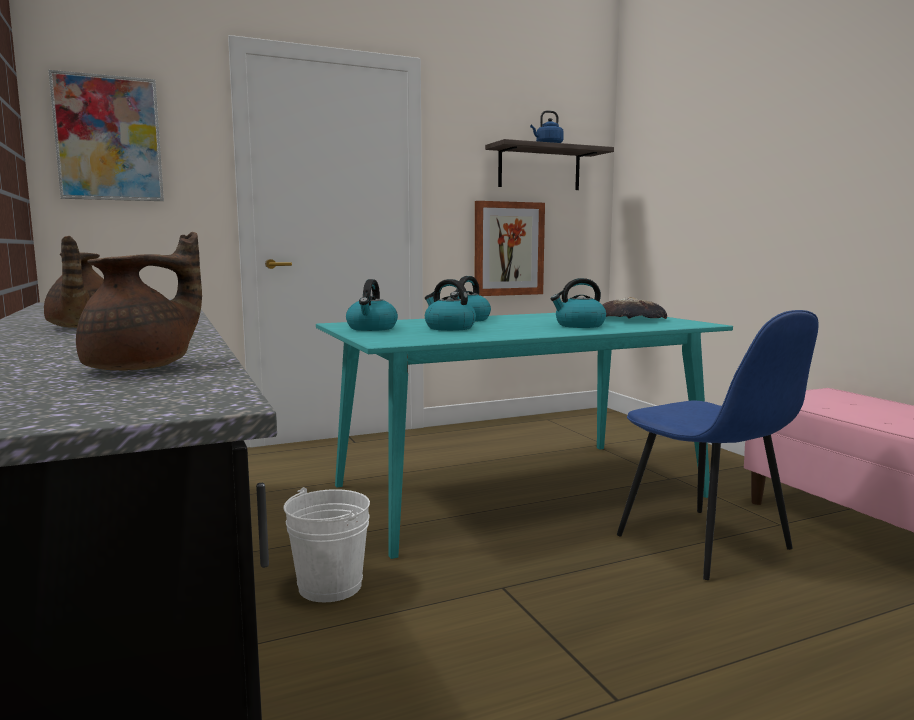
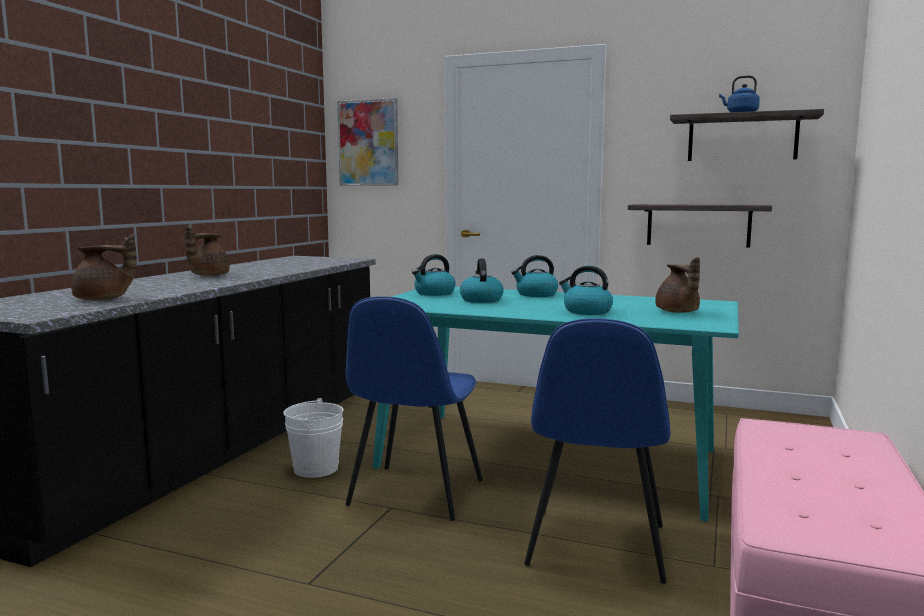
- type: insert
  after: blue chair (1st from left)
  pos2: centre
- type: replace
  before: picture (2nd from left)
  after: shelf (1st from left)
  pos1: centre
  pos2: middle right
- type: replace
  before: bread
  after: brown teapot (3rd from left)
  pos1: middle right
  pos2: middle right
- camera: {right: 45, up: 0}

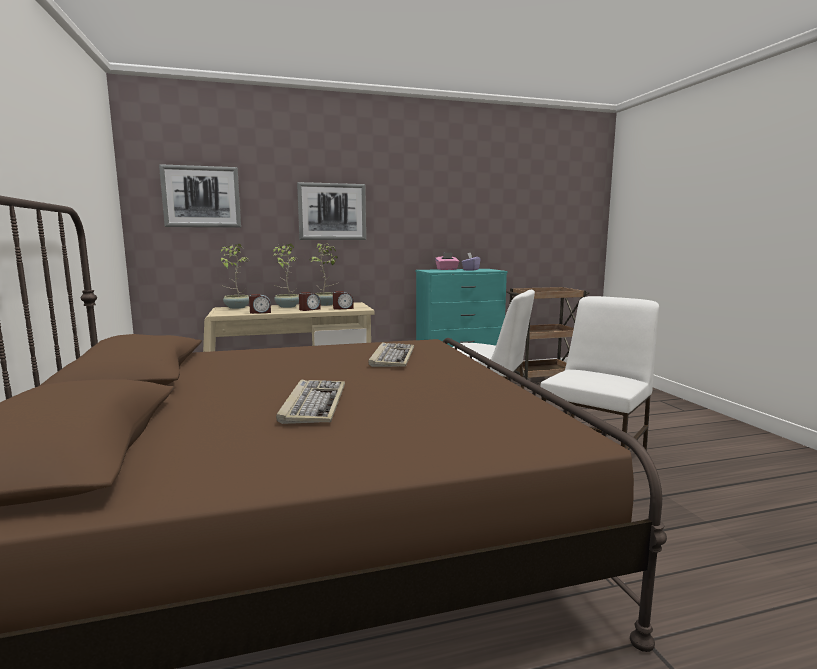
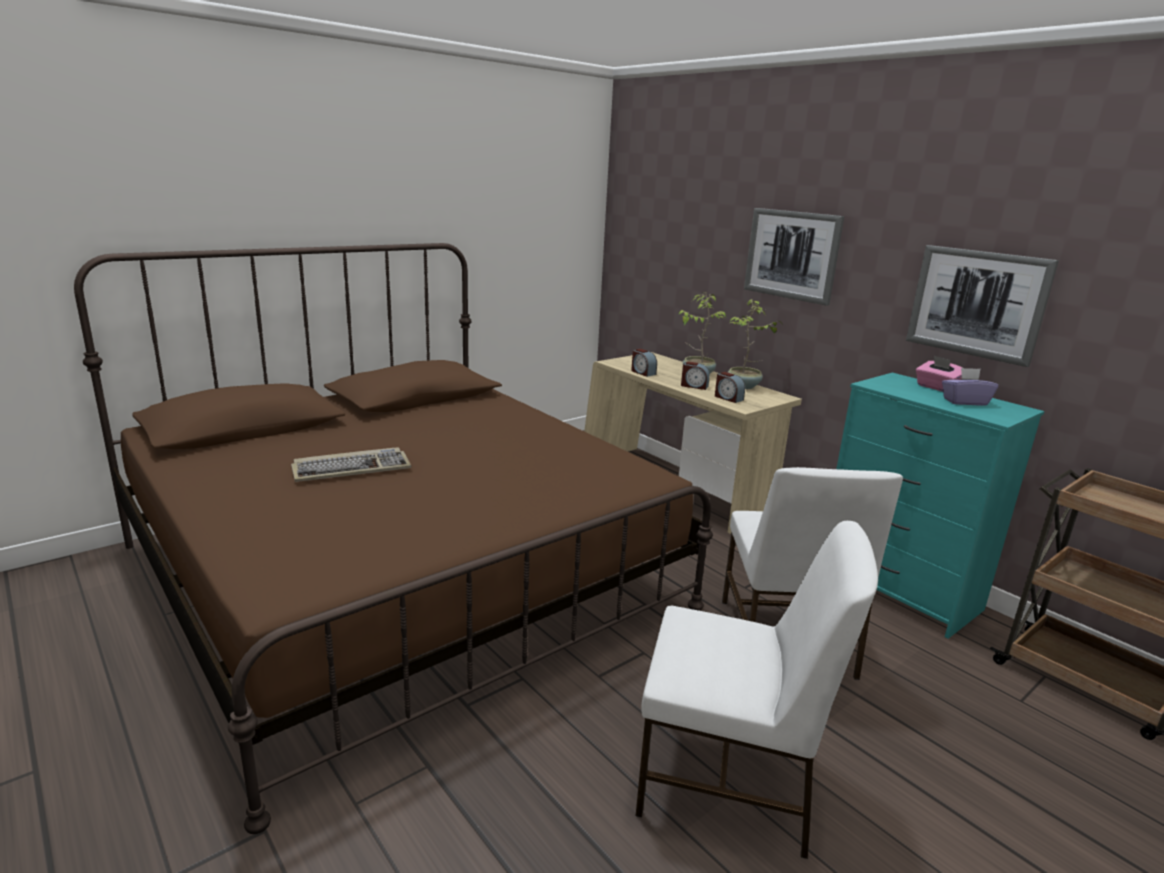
- type: delete
  before: potted plant (1st from left)
  pos1: middle left
- type: delete
  before: keyboard (2nd from left)
  pos1: centre
- type: move
  before: picture (1st from left in the first image)
  after: picture (2nd from left)
  pos1: top left
  pos2: middle right
- camera: {right: 65, up: 10}

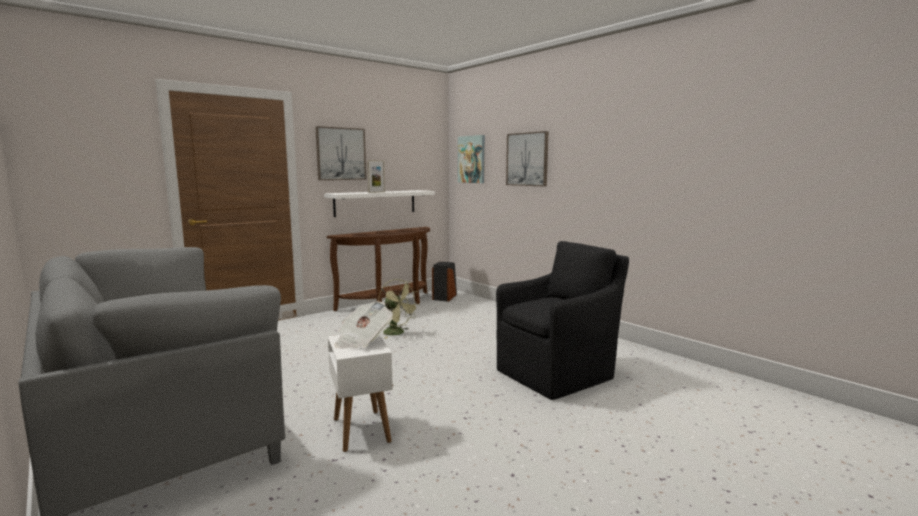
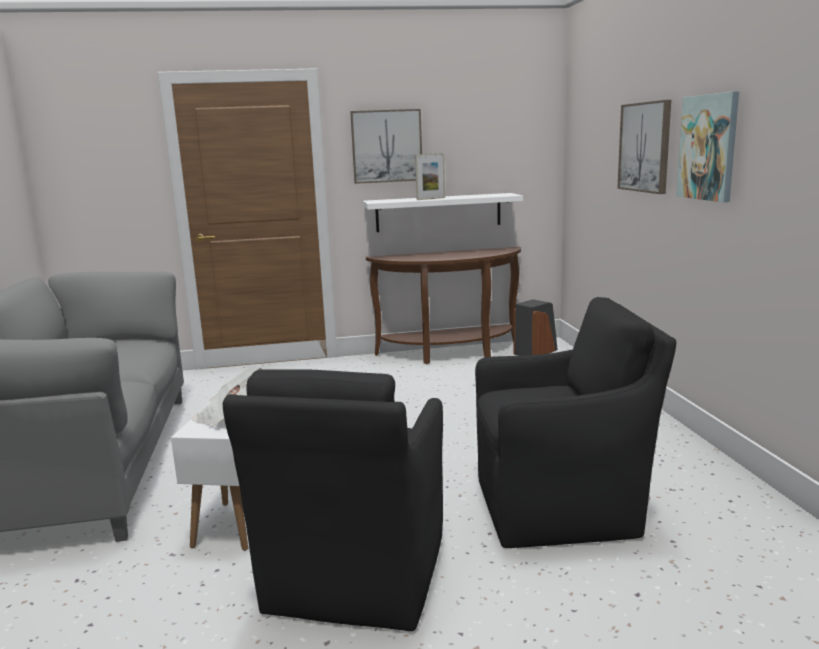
- type: delete
  before: green fan
  pos1: centre
- type: insert
  after: black armchair (1st from left)
  pos2: bottom centre
- type: move
  before: picture (2nd from left in the first image)
  after: picture (3rd from left)
  pos1: top centre
  pos2: top right
- camera: {right: 30, up: 5}

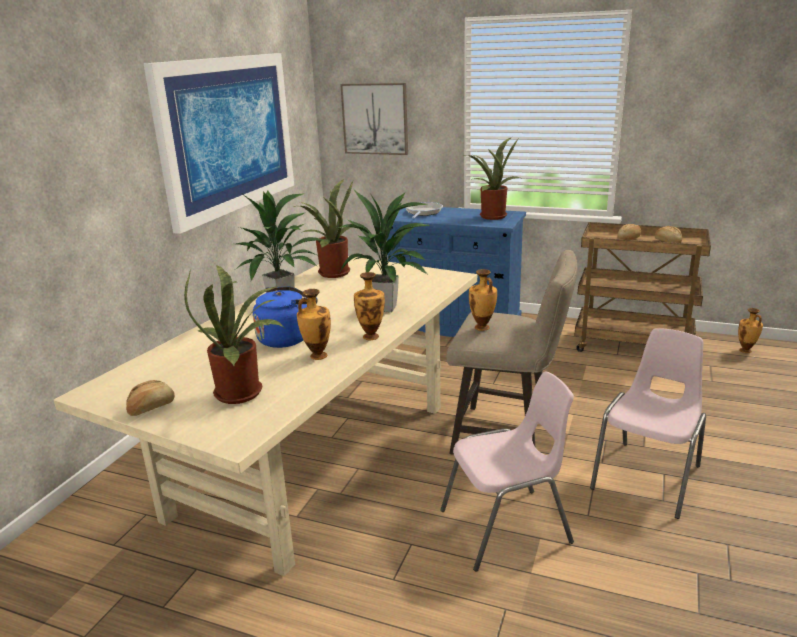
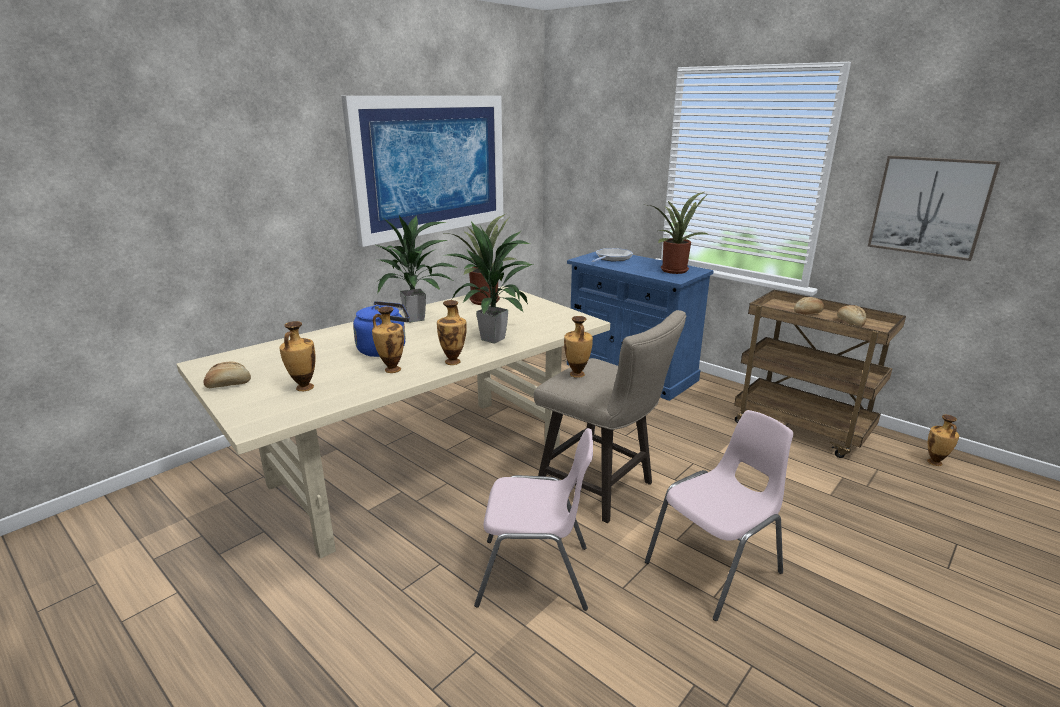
- type: move
  before: picture (2nd from left)
  pos1: top centre
  pos2: top right
- type: replace
  before: potted plant (1st from left)
  after: vase (1st from left)
  pos1: middle left
  pos2: middle left
- camera: {right: 20, up: 0}

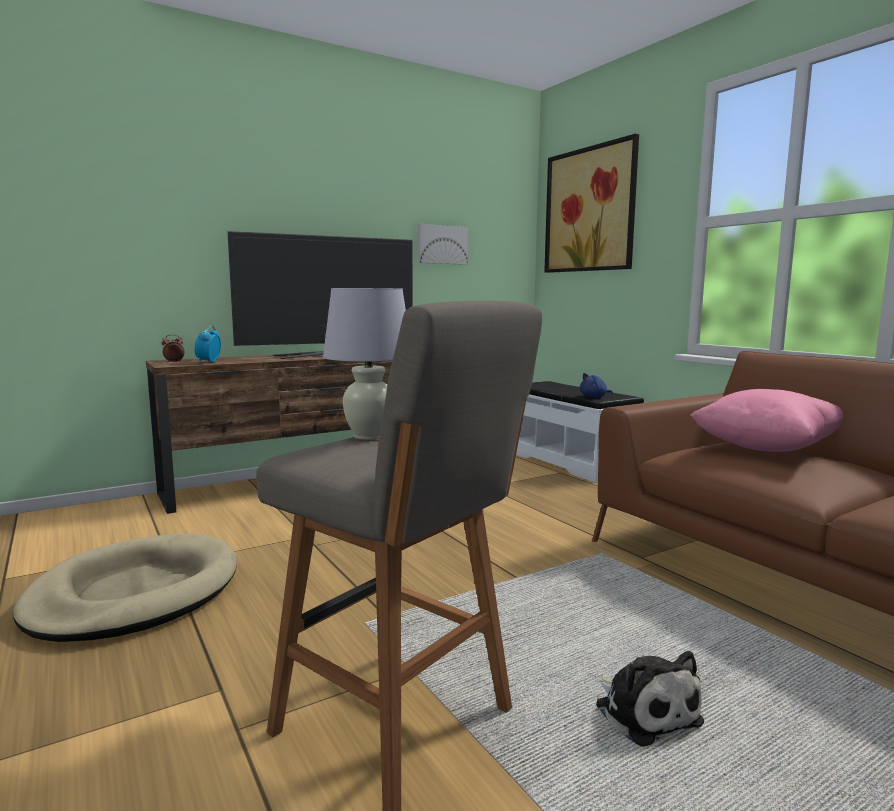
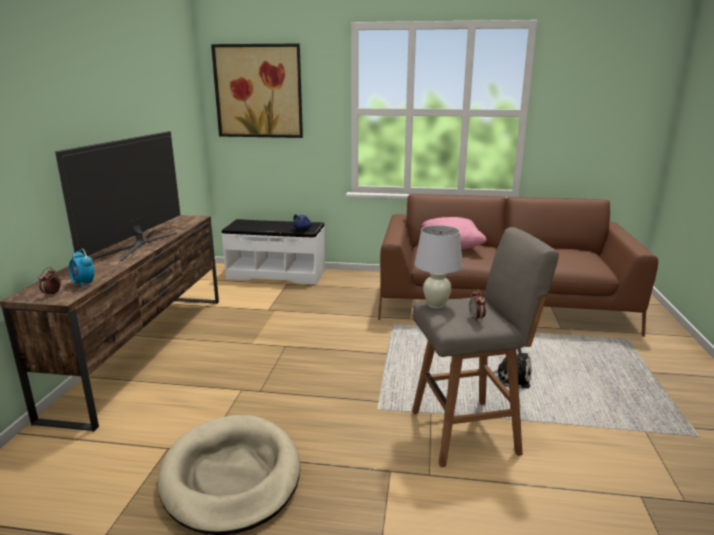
- type: delete
  before: picture (1st from left)
  pos1: top centre
- type: insert
  after: alarm clock (3rd from left)
  pos2: middle right
- camera: {right: -50, up: 10}

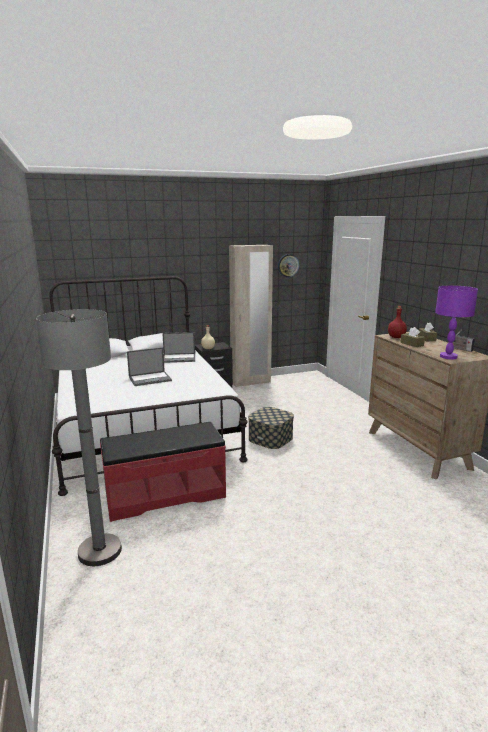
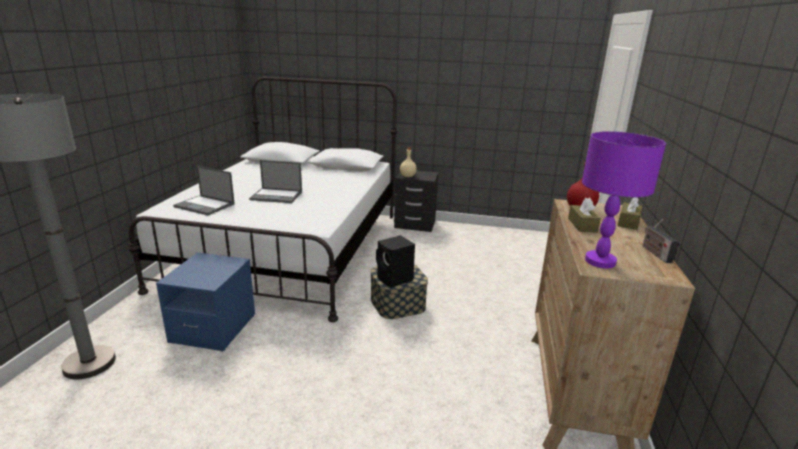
- type: delete
  before: beige wardrobe
  pos1: centre
- type: delete
  before: wall clock
  pos1: centre
- type: insert
  after: black speaker
  pos2: centre
- type: move
  before: laptop (2nd from left in the first image)
  after: laptop (1st from left)
  pos1: centre
  pos2: middle left
- type: replace
  before: red bench
  after: blue nightstand
  pos1: centre
  pos2: bottom left
- camera: {right: 30, up: 5}

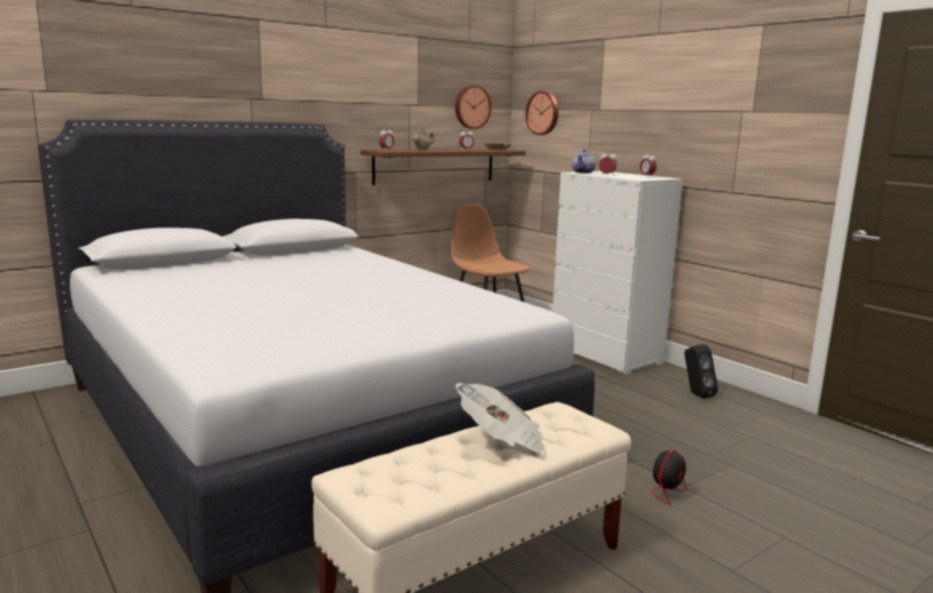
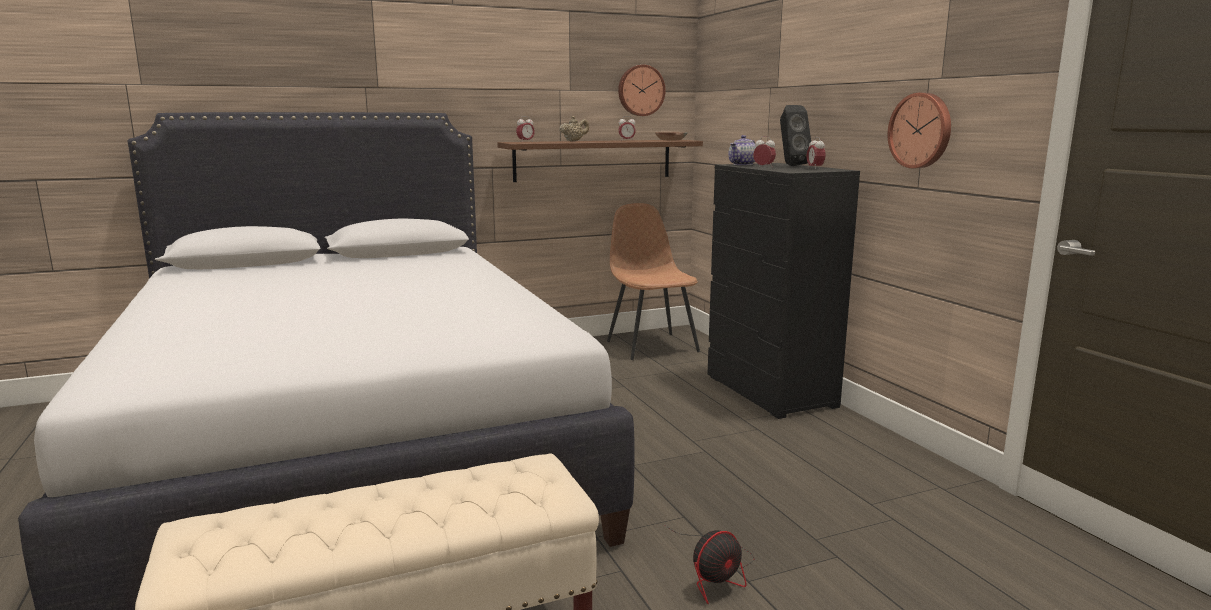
- type: delete
  before: newspaper
  pos1: bottom centre
- type: move
  before: wall clock (2nd from left)
  pos1: top centre
  pos2: top right
- type: move
  before: black speaker
  pos1: middle right
  pos2: top centre
- type: recolor
  before: white dresser
  after: black dresser
  pos1: centre
  pos2: centre
- camera: {right: 15, up: 0}

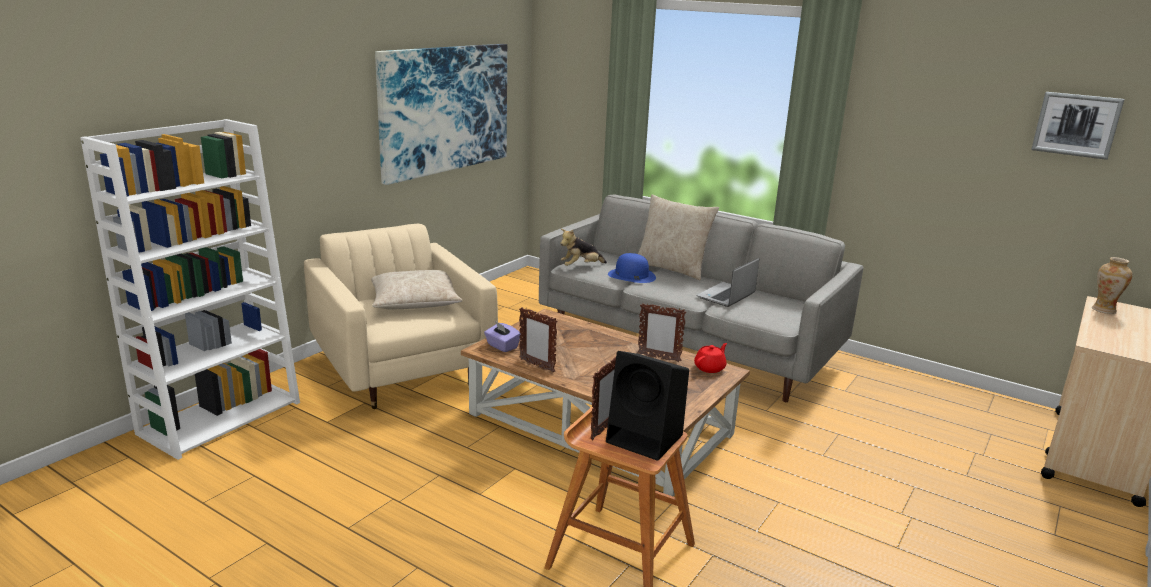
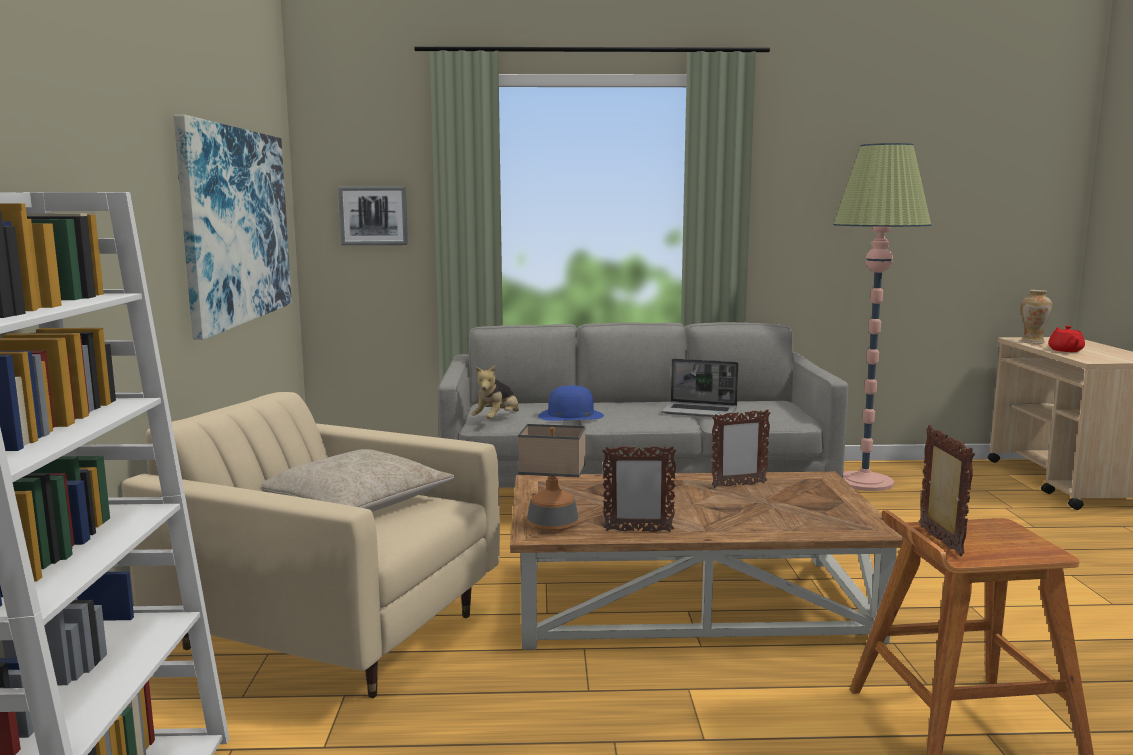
- type: delete
  before: black speaker
  pos1: bottom centre
- type: delete
  before: beige pillow (2nd from left)
  pos1: centre
- type: insert
  after: floor lamp
  pos2: middle right
- type: move
  before: red teapot
  pos1: centre
  pos2: middle right
- type: move
  before: picture (2nd from left)
  pos1: top right
  pos2: top left
- type: replace
  before: purple tissue box
  after: table lamp
  pos1: centre
  pos2: centre
- type: rotate
  before: laptop
  pos1: centre
  pos2: centre
  turn: -75
- camera: {right: -35, up: -10}

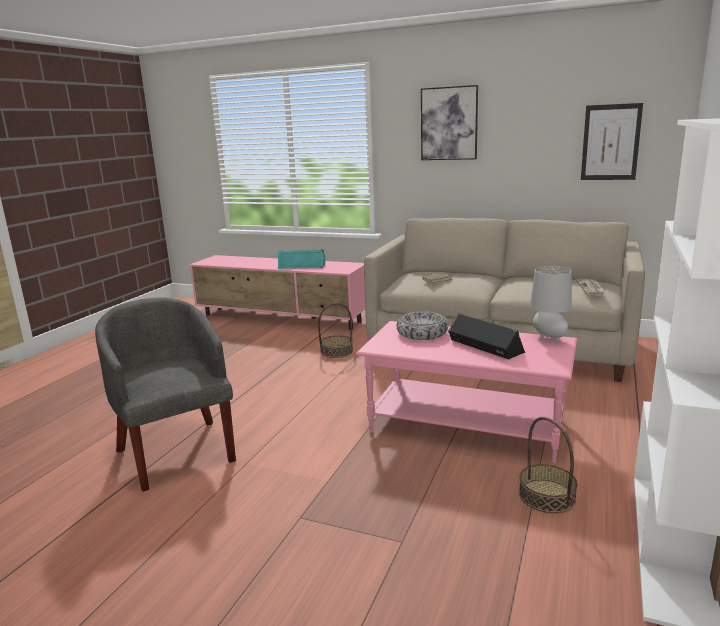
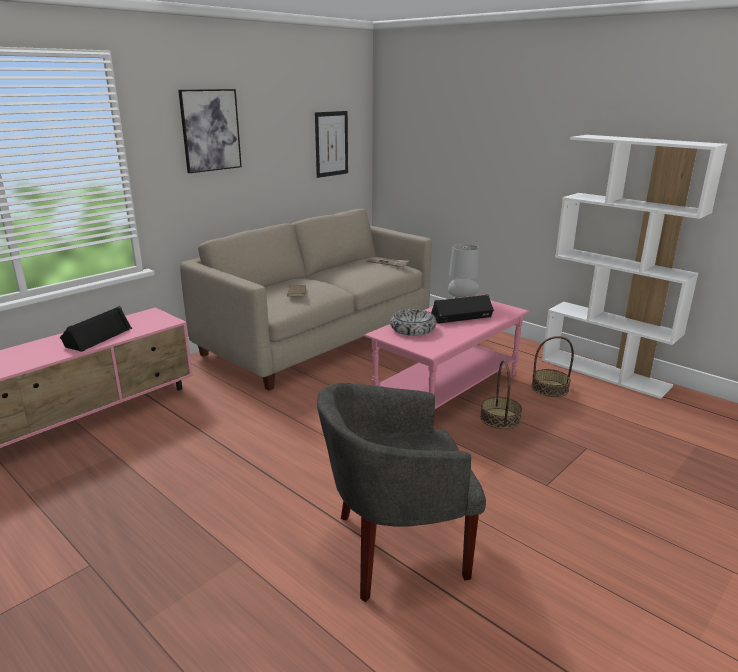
- type: move
  before: basket (1st from left)
  pos1: centre
  pos2: middle right
- type: recolor
  before: turquoise speaker
  after: black speaker (1st from left)
  pos1: centre
  pos2: middle left
- camera: {right: -70, up: 5}

